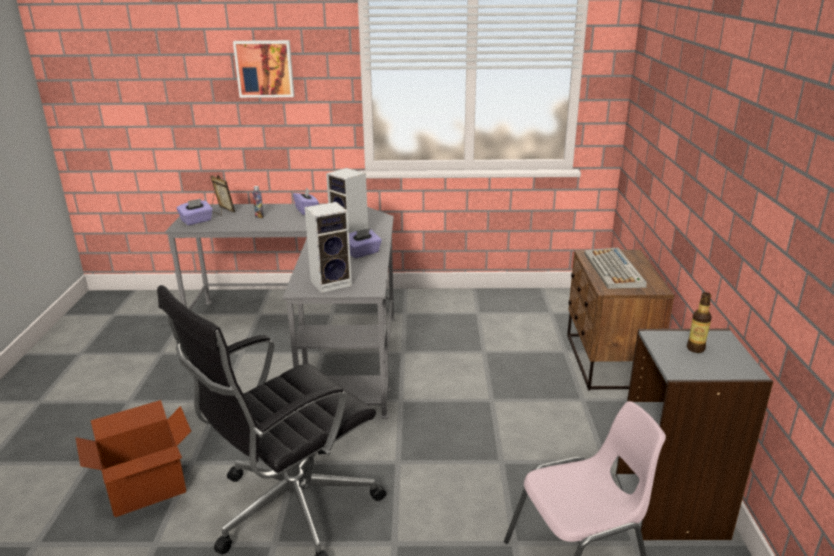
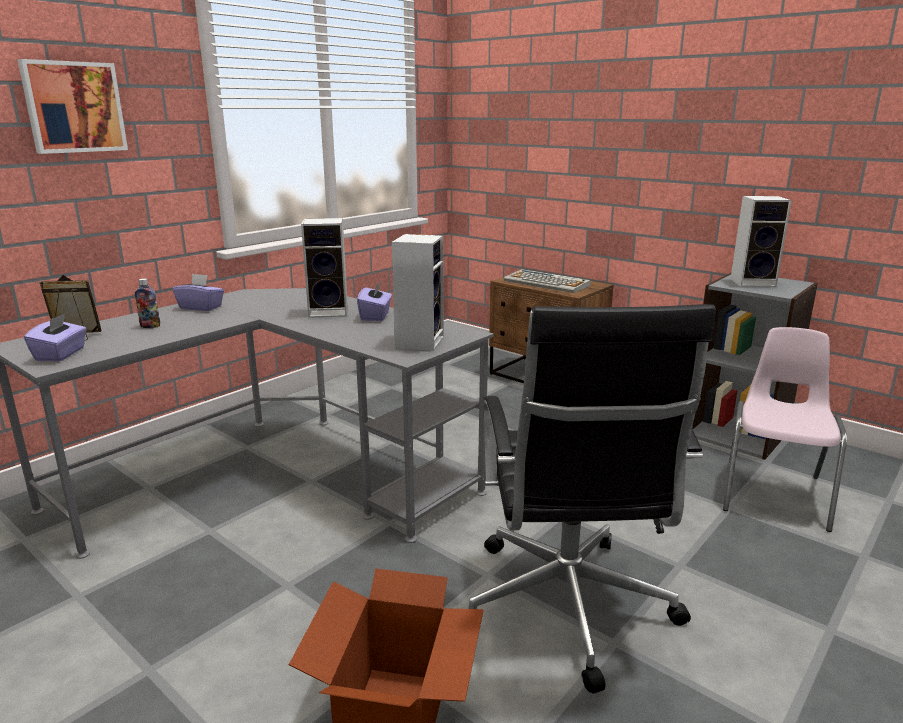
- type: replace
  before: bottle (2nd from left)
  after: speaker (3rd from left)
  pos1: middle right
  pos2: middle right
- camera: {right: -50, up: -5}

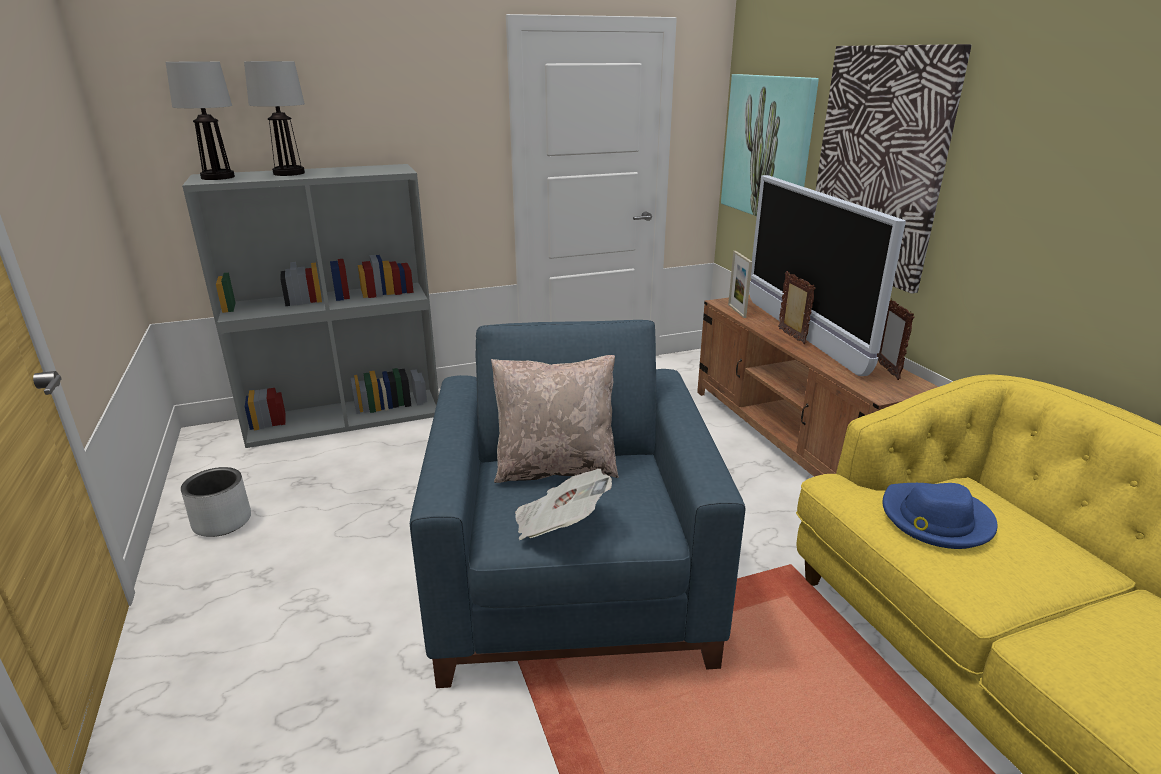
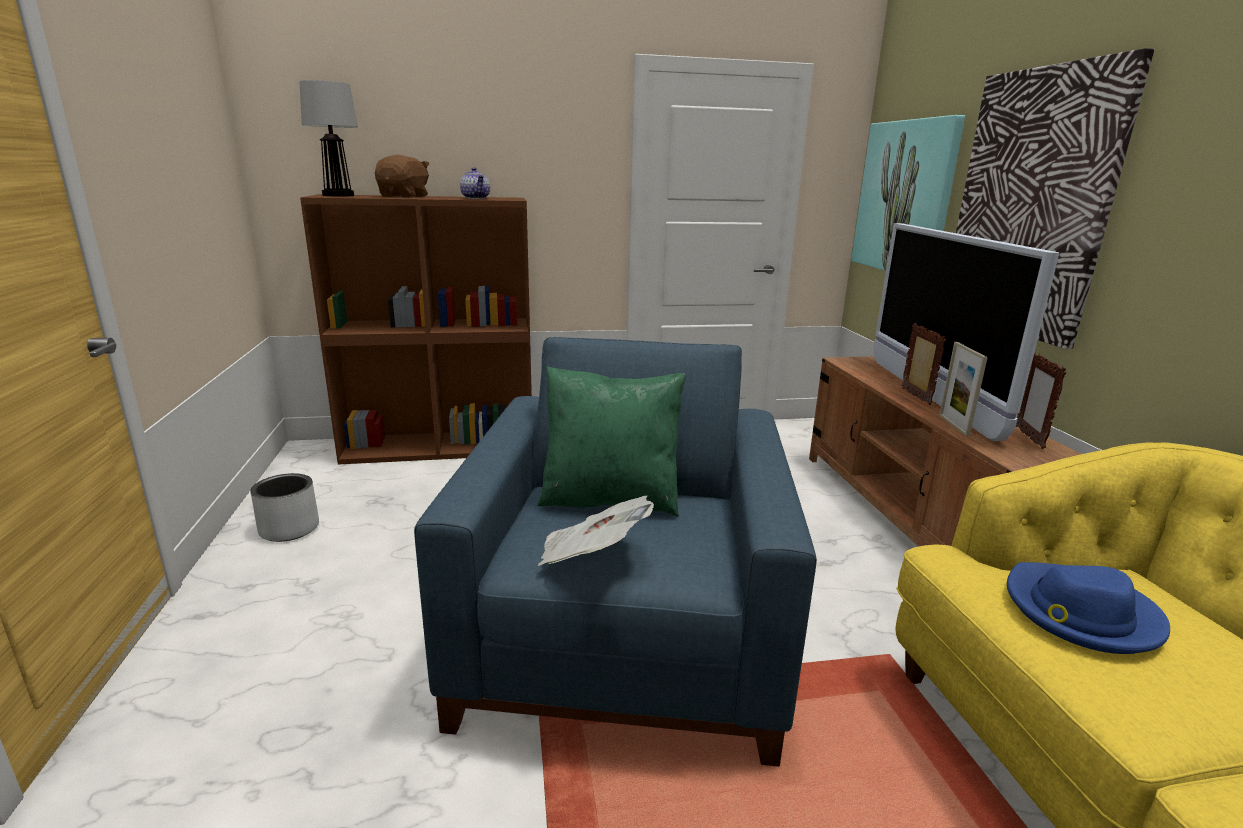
- type: insert
  after: teapot
  pos2: top centre
- type: move
  before: picture frame (1st from left in the first image)
  after: picture frame (2nd from left)
  pos1: centre
  pos2: middle right
- type: replace
  before: table lamp (2nd from left)
  after: brown plush toy
  pos1: top left
  pos2: top left
- type: recolor
  before: grey bookcase
  after: brown bookcase
  pos1: middle left
  pos2: centre
- type: recolor
  before: beige pillow
  after: green pillow
  pos1: centre
  pos2: centre
- camera: {right: 10, up: -5}

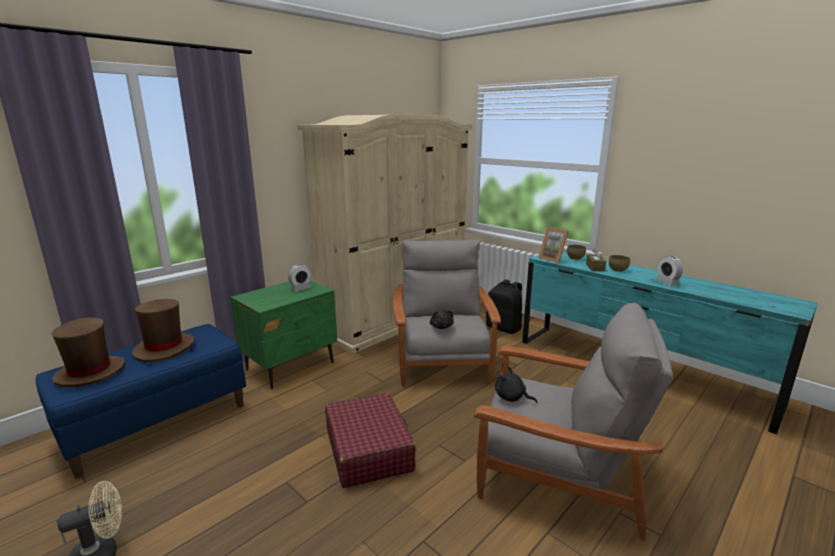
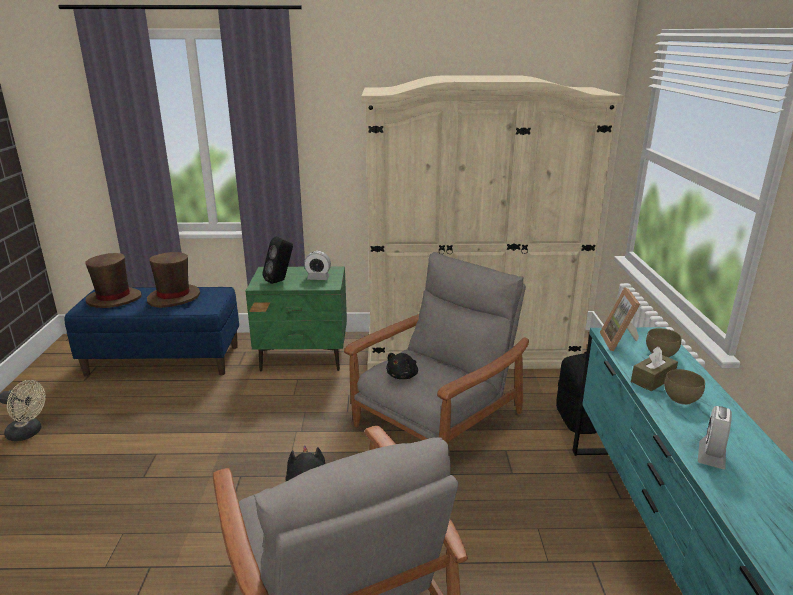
- type: delete
  before: red suitcase
  pos1: bottom centre
- type: insert
  after: black speaker
  pos2: centre
- camera: {right: 45, up: 5}

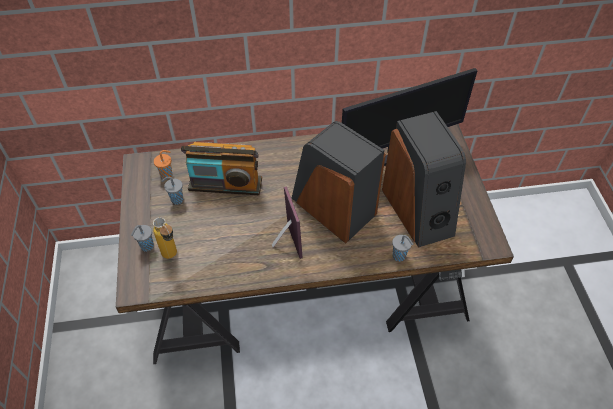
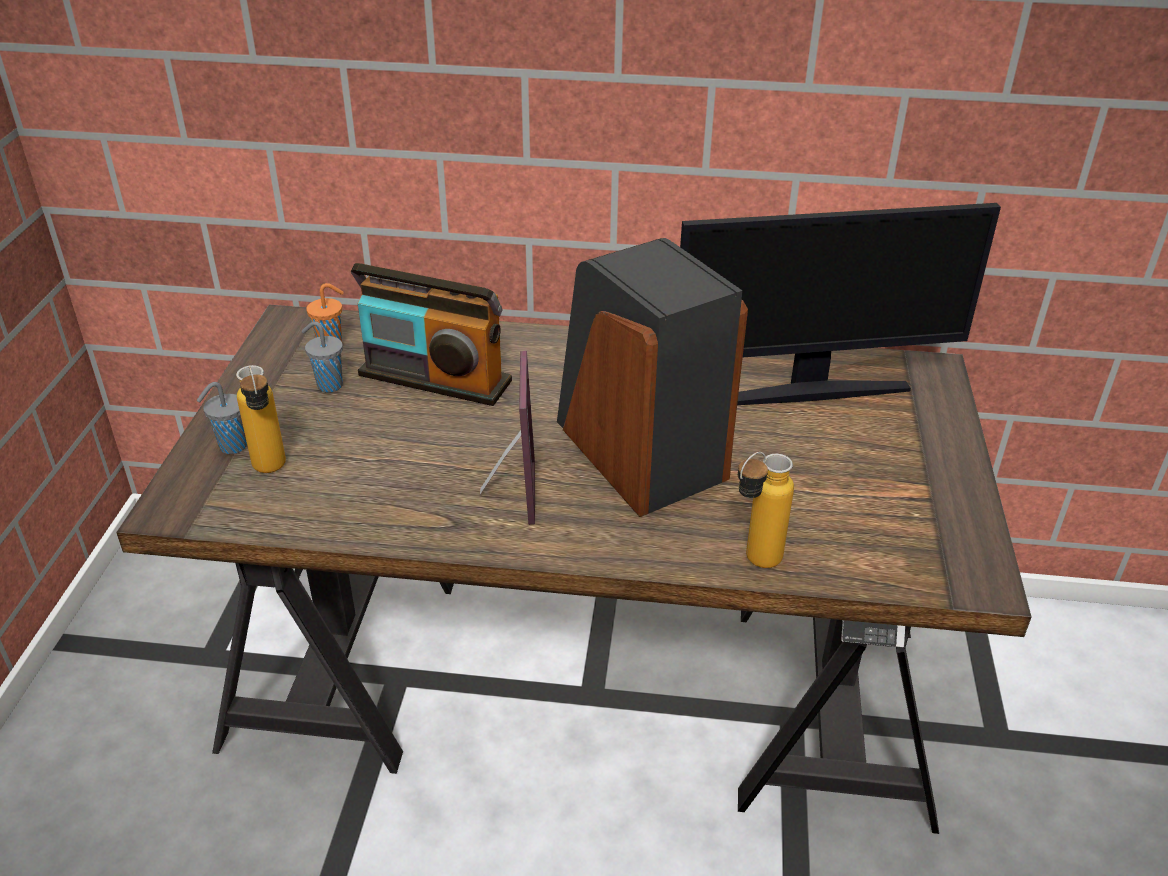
- type: delete
  before: speaker (2nd from left)
  pos1: middle right
- type: replace
  before: grey cup (3rd from left)
  after: bottle (2nd from left)
  pos1: centre
  pos2: centre
- camera: {right: 15, up: -15}

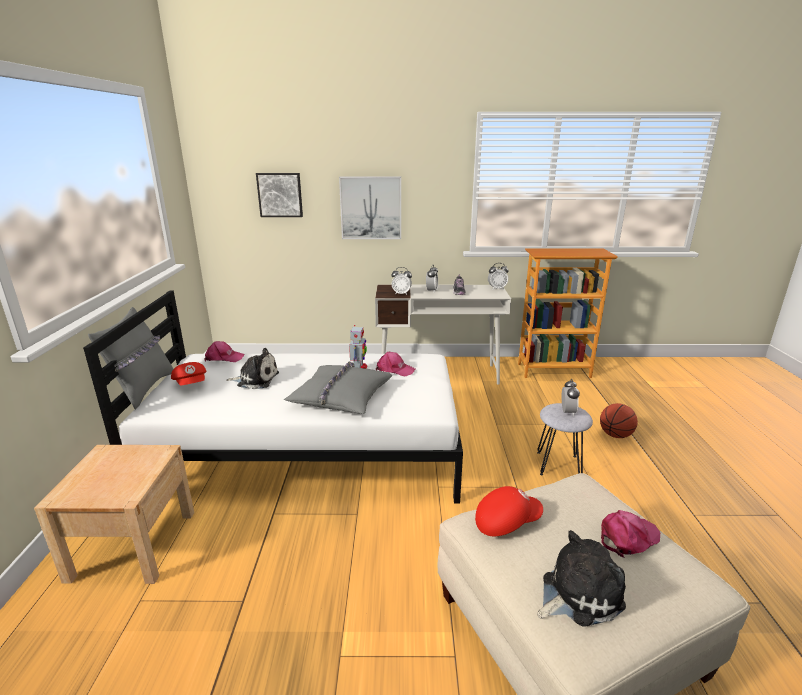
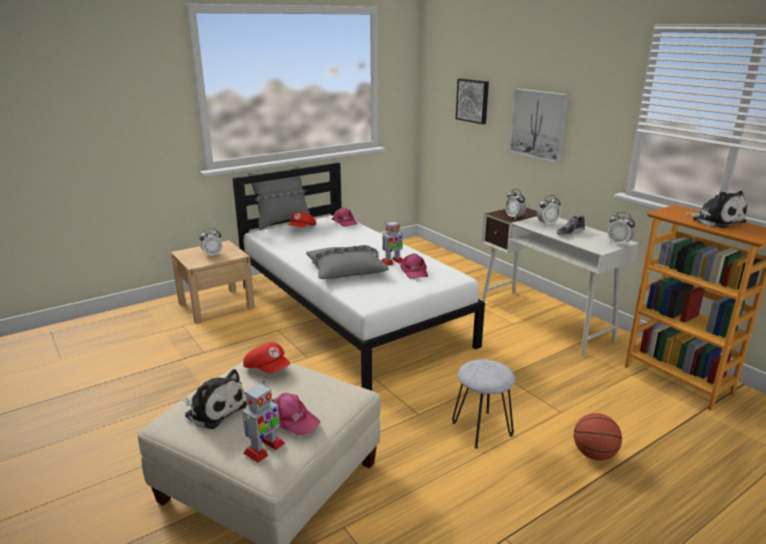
- type: insert
  after: toy robot (1st from left)
  pos2: bottom centre
- type: move
  before: plush toy (1st from left in the first image)
  after: plush toy (2nd from left)
  pos1: middle left
  pos2: middle right
- type: move
  before: alarm clock (4th from left in the first image)
  after: alarm clock (1st from left)
  pos1: middle right
  pos2: middle left
- camera: {right: 55, up: 0}

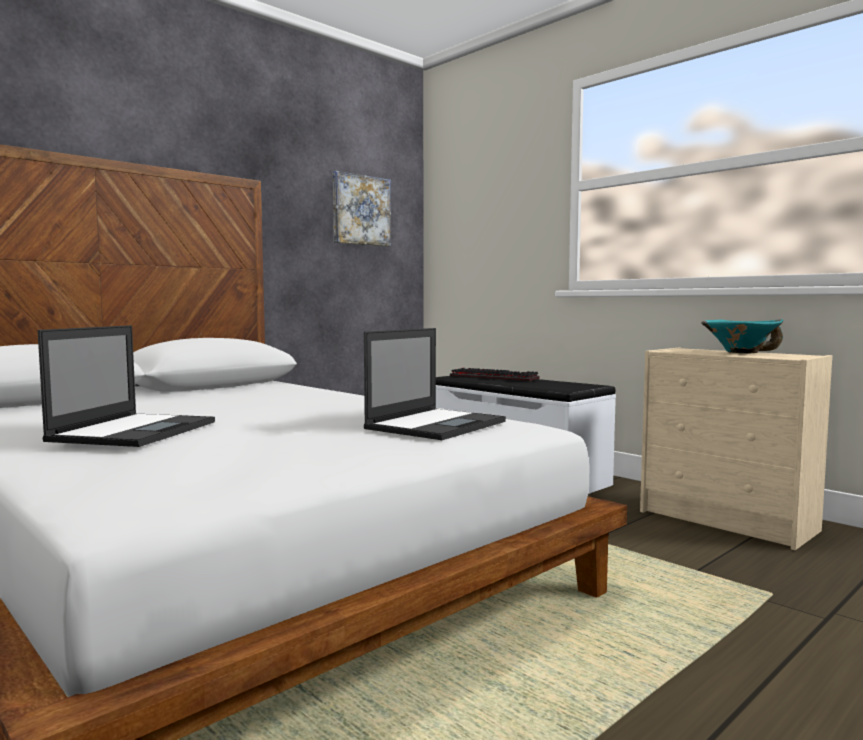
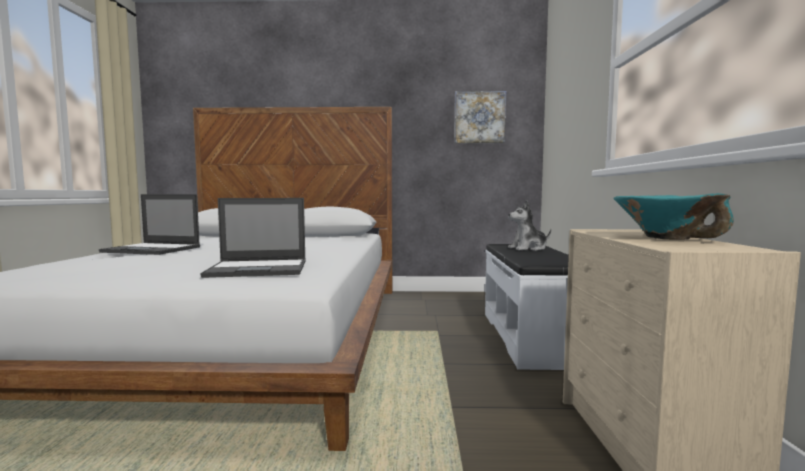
- type: replace
  before: keyboard
  after: plush toy
  pos1: centre
  pos2: centre
- type: rotate
  before: laptop (1st from left)
  pos1: middle left
  pos2: middle left
  turn: 45
- camera: {right: 45, up: 0}

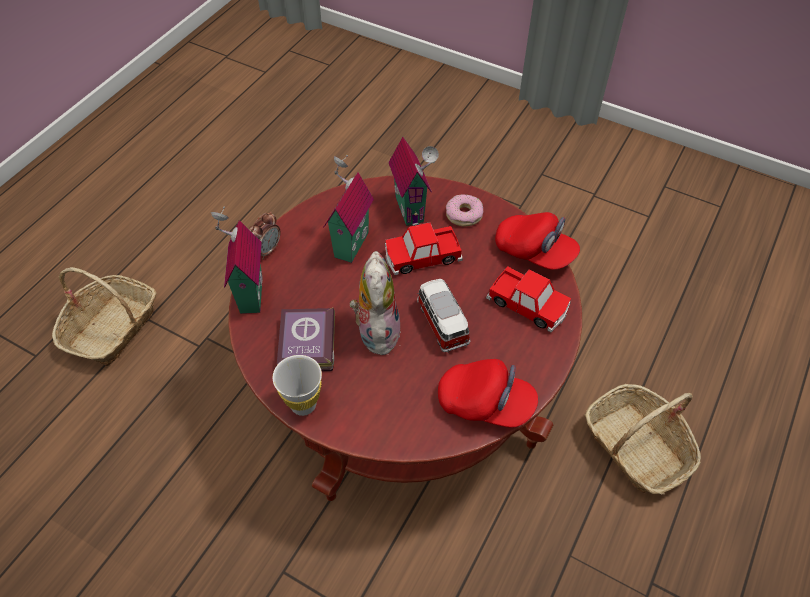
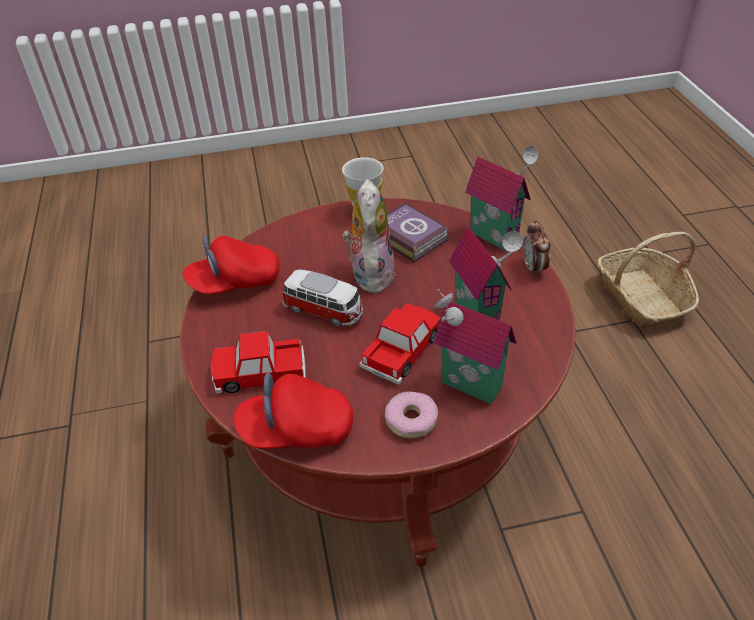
- type: delete
  before: basket (2nd from left)
  pos1: bottom right
- type: rotate
  before: plush toy
  pos1: centre
  pos2: centre
  turn: -135
- camera: {right: 140, up: -10}

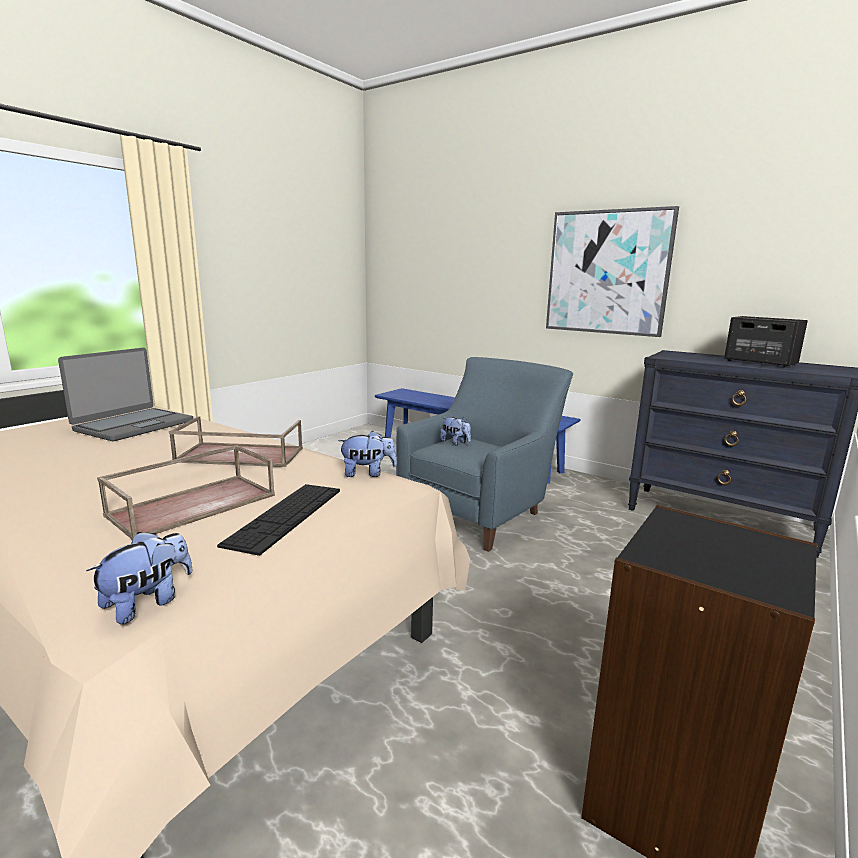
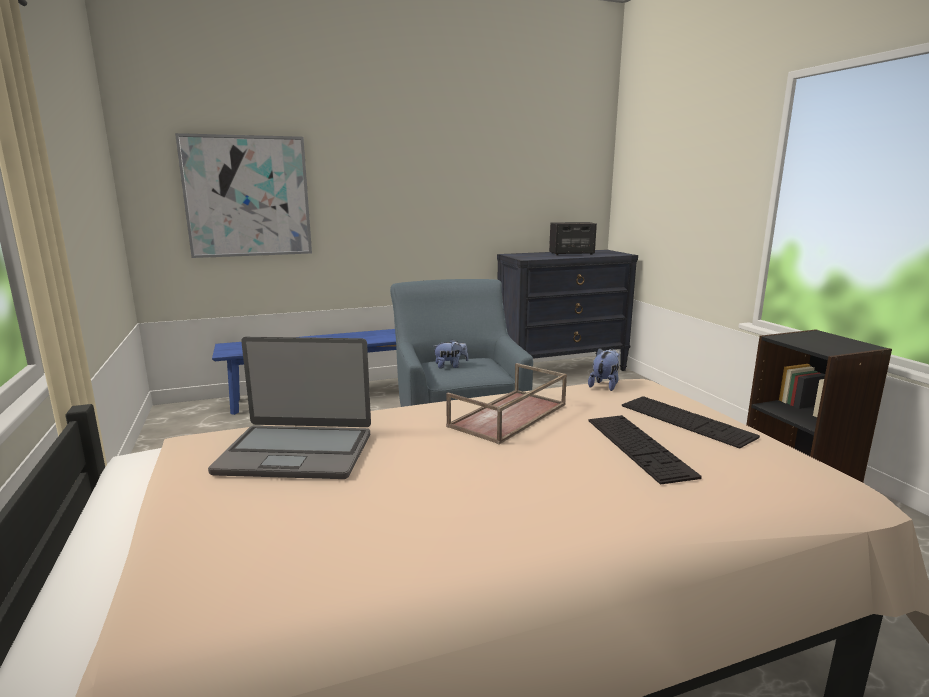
- type: delete
  before: plush toy (1st from left)
  pos1: bottom left
- type: move
  before: picture
  pos1: top right
  pos2: top left
- type: replace
  before: brown tray (1st from left)
  after: keyboard (1st from left)
  pos1: middle left
  pos2: middle right
- type: rotate
  before: laptop
  pos1: middle left
  pos2: middle left
  turn: 120
- camera: {right: -55, up: 0}

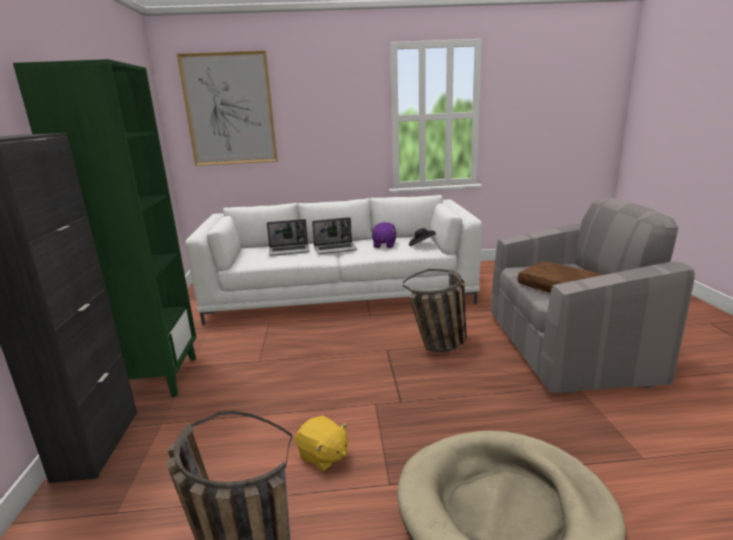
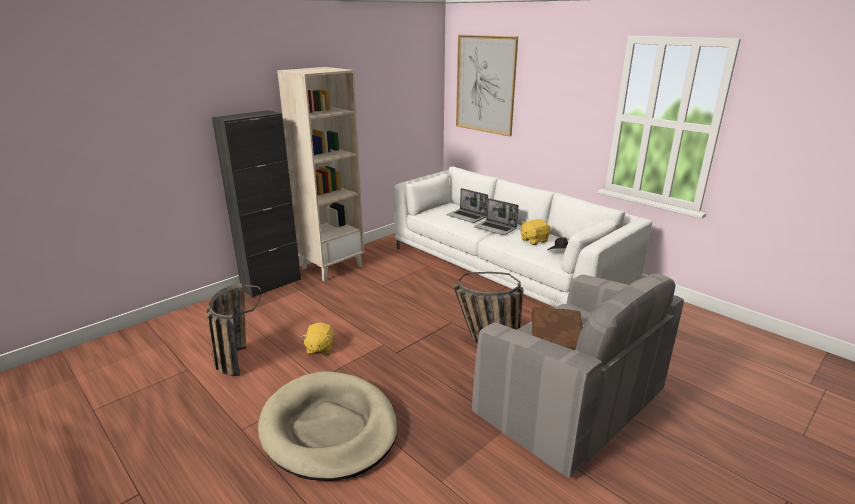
- type: recolor
  before: green bookcase
  after: beige bookcase
  pos1: middle left
  pos2: centre
- type: recolor
  before: purple plush toy
  after: yellow plush toy (2nd from left)
  pos1: centre
  pos2: centre
- camera: {right: 50, up: 5}

